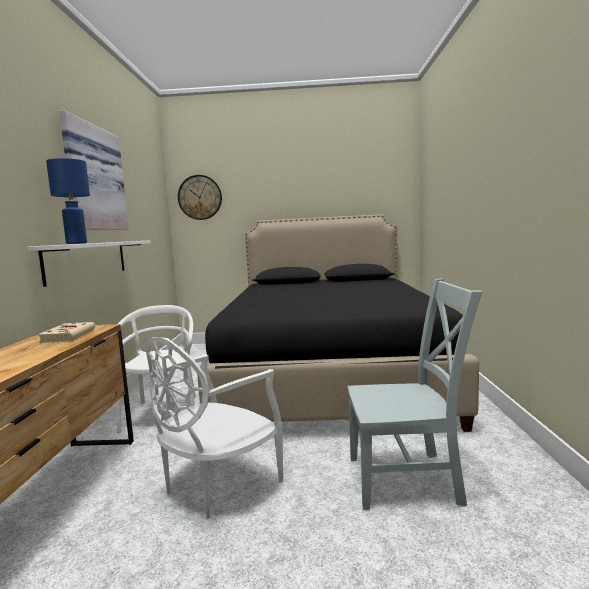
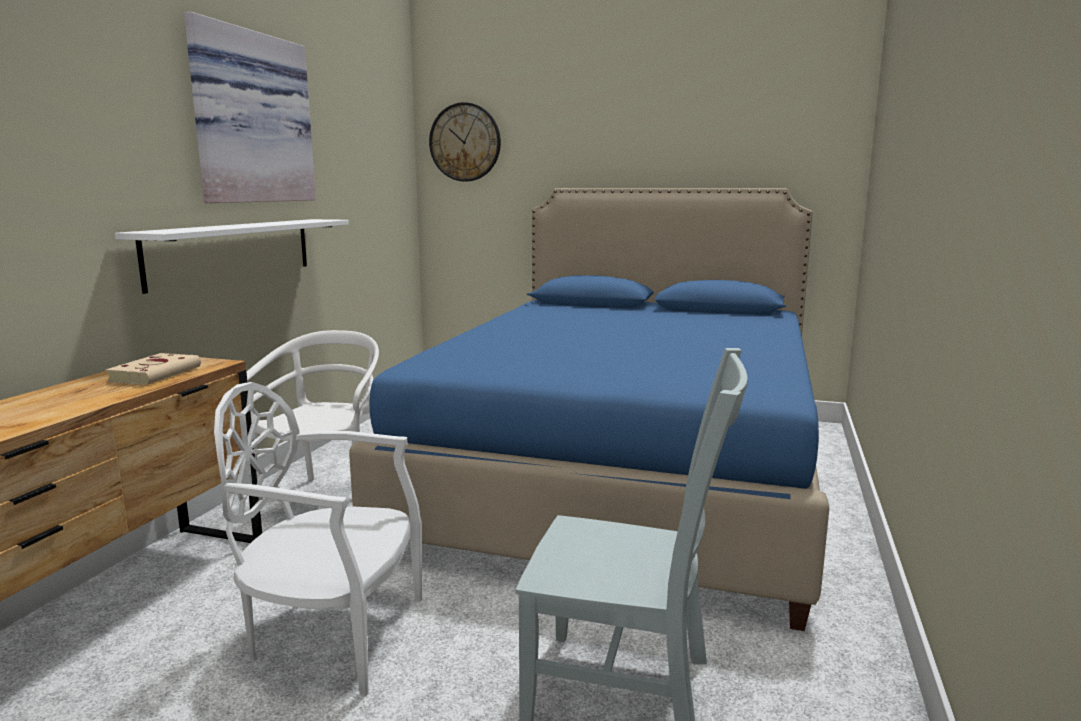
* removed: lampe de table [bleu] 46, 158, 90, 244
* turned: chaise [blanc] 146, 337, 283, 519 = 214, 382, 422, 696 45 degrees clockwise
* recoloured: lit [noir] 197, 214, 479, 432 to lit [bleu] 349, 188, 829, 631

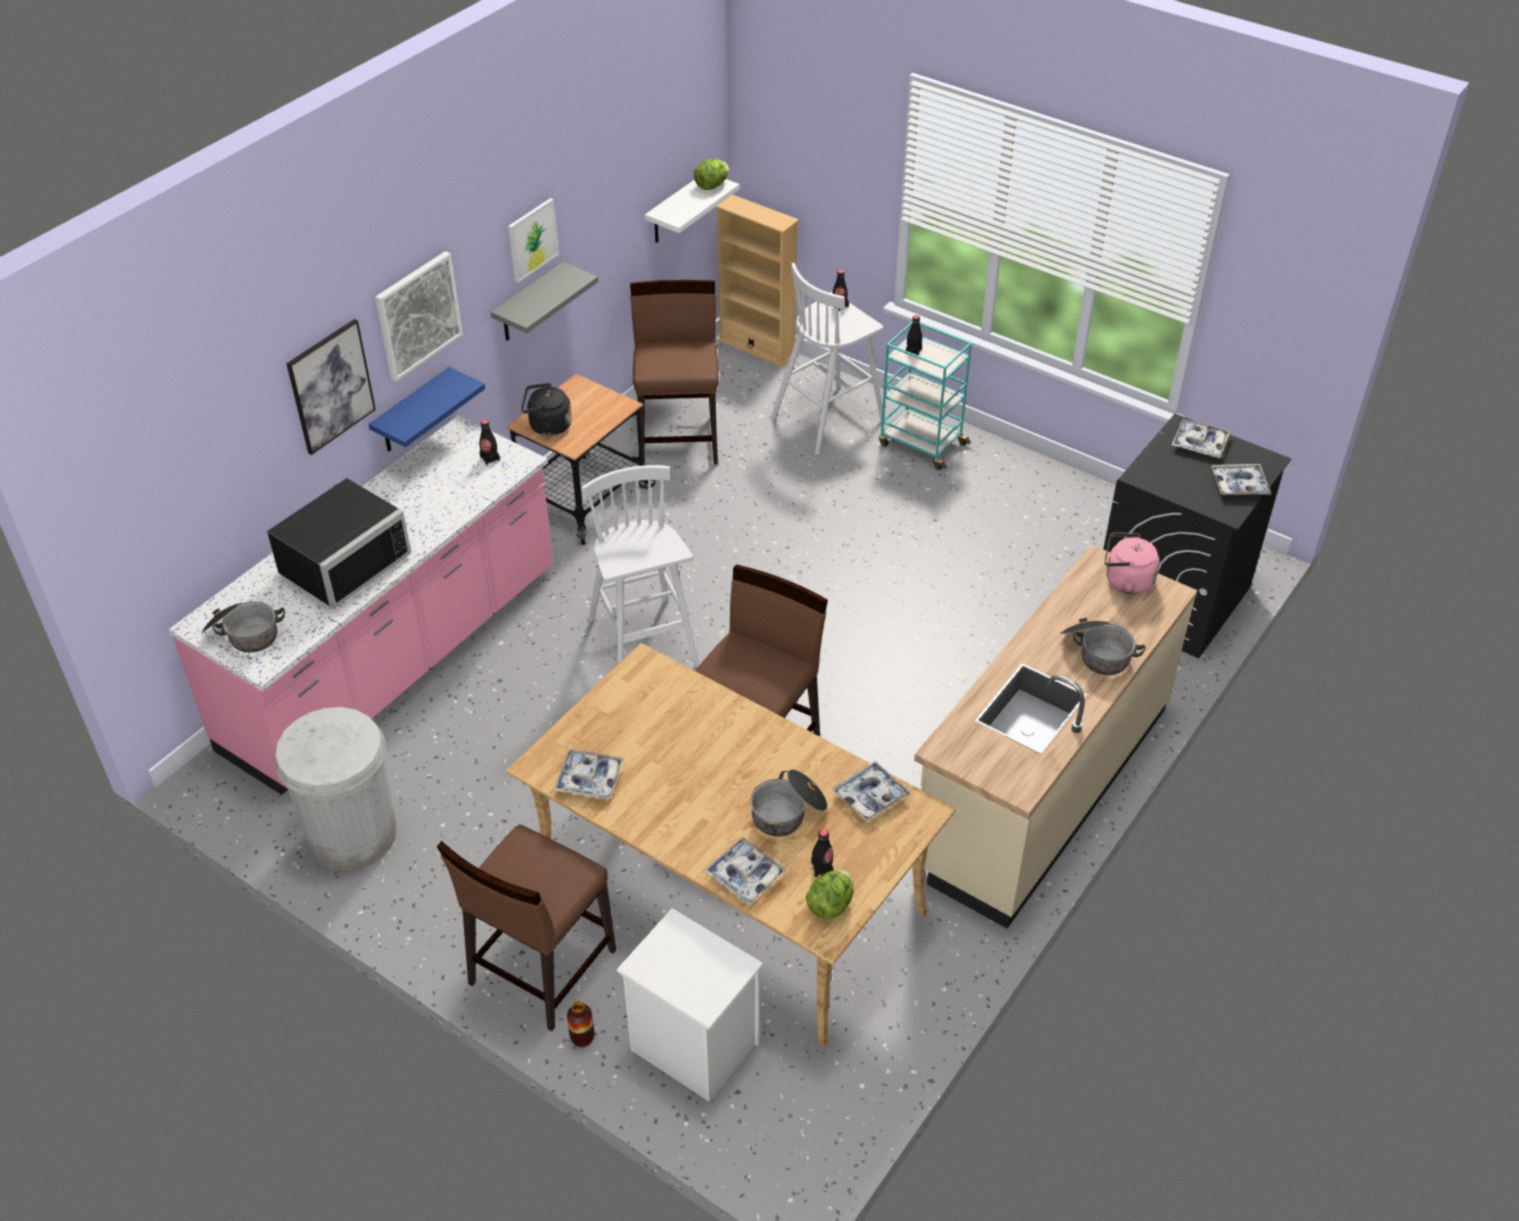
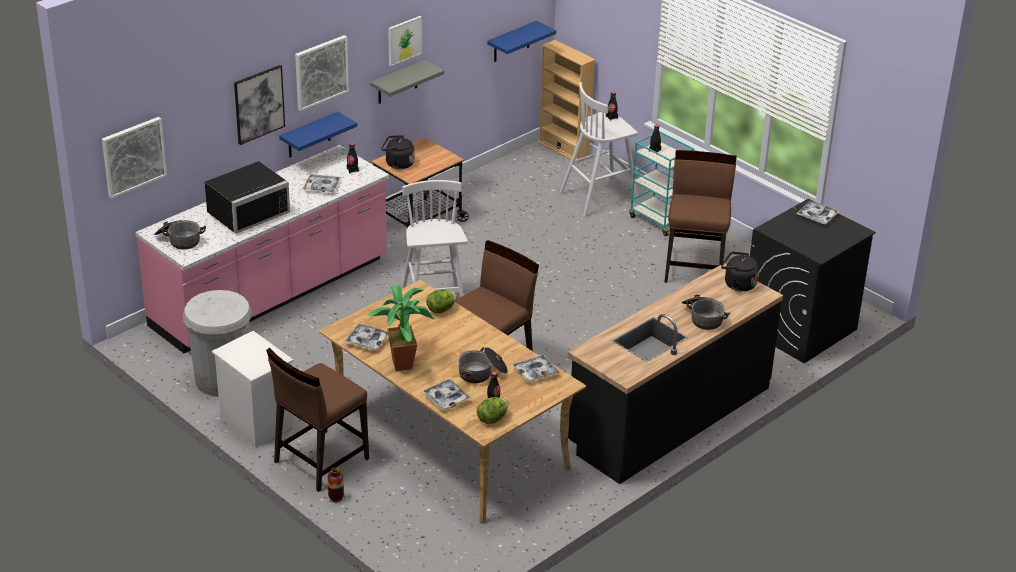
* moved: table de chevet [blanc] 617, 908, 763, 1102 to 212, 331, 295, 447
* moved: chaise [marron] 630, 280, 719, 465 to 664, 150, 737, 283
* recoloured: étagère [blanc] 645, 179, 740, 243 to étagère [bleu] 487, 21, 556, 62
* moved: laitue 694, 159, 729, 190 to 426, 289, 457, 313
* recoloured: comptoir de cuisine [beige] 914, 545, 1197, 928 to comptoir de cuisine [noir] 568, 264, 783, 484
* recoloured: bouilloire [rose] 1105, 532, 1160, 594 to bouilloire [noir] 721, 252, 759, 292
* moved: plateau 1211, 464, 1271, 495 to 302, 174, 341, 193
* added: tableau 102, 117, 167, 199
* added: plante en pot 367, 285, 435, 371

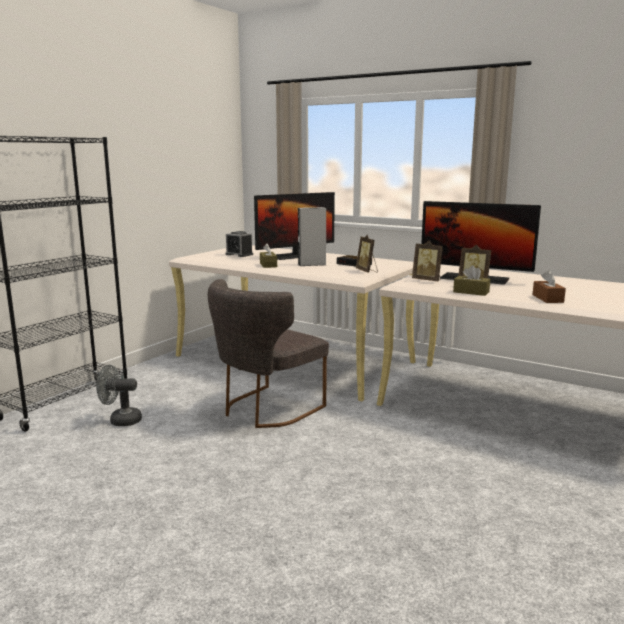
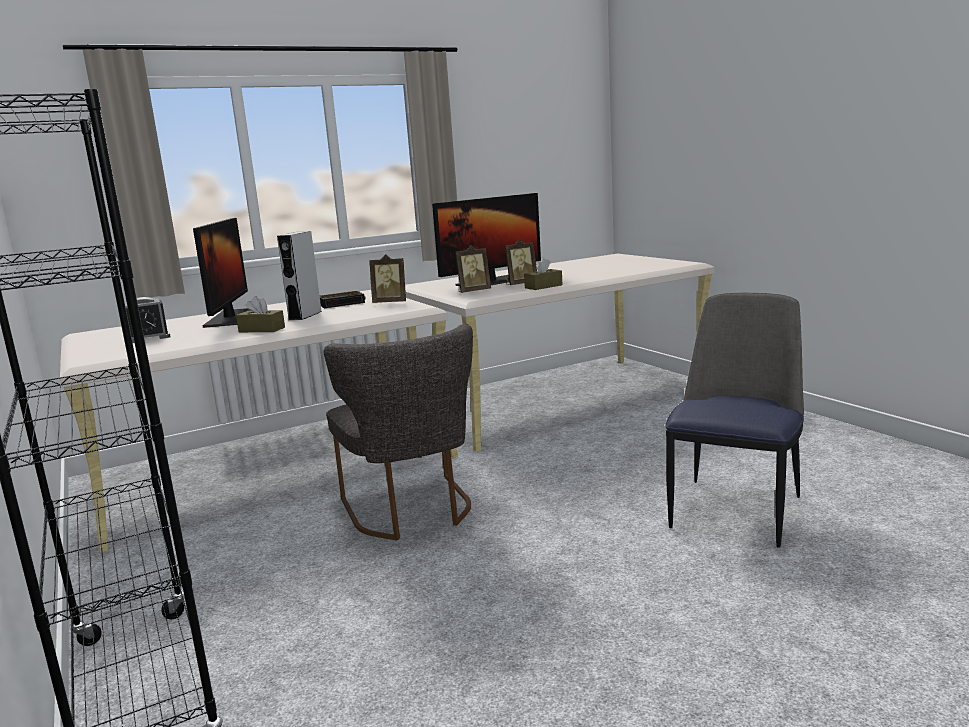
* removed: ventilateur [gris] 96, 365, 142, 426
* removed: boîte à mouchoirs [marron] 533, 270, 566, 303
* added: chaise 665, 293, 804, 548

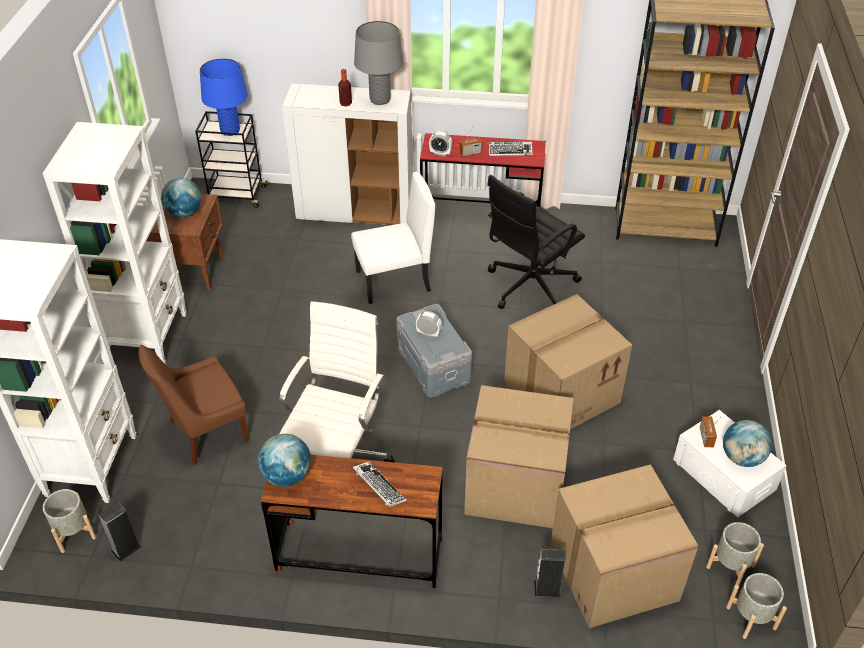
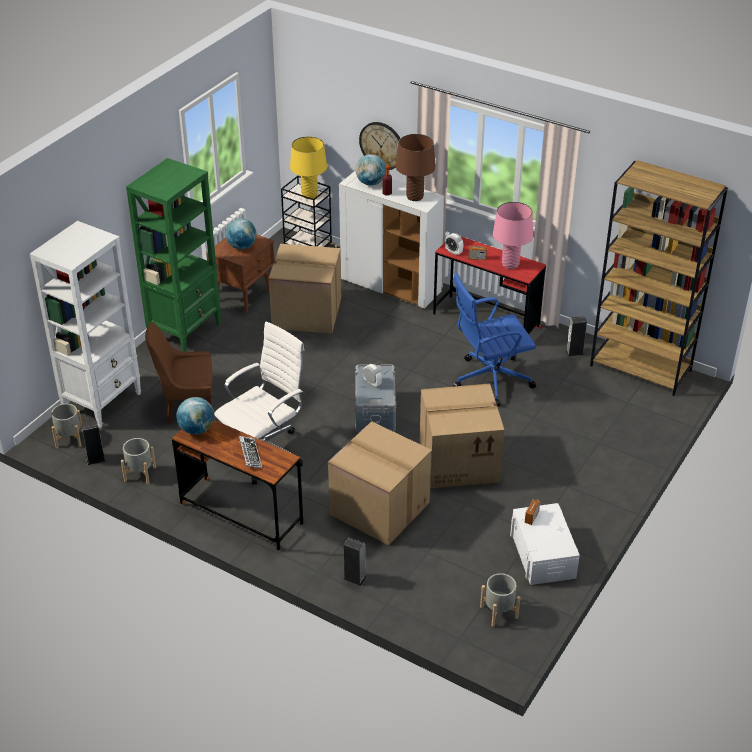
* recoloured: bibliothèque [blanc] 42, 122, 187, 365 to bibliothèque [vert] 126, 158, 221, 352
* recoloured: lampe de table [bleu] 200, 58, 248, 136 to lampe de table [jaune] 290, 137, 327, 199
* removed: chaise [blanc] 351, 172, 435, 304
* recoloured: lampe de table [gris] 354, 21, 403, 105 to lampe de table [marron] 396, 134, 436, 201
* recoloured: chaise de bureau [noir] 487, 175, 585, 309 to chaise de bureau [bleu] 453, 273, 536, 407
* replaced: clavier 489, 141, 533, 156 to lampe de table [rose] 493, 202, 533, 269
* moved: carton 550, 464, 698, 628 to 268, 244, 341, 334
* moved: globe 723, 420, 772, 467 to 355, 154, 386, 186
* moved: cache-pot [gris] 726, 573, 787, 639 to 121, 438, 156, 484
* added: horloge murale 359, 122, 401, 170
* added: enceinte 565, 316, 587, 357

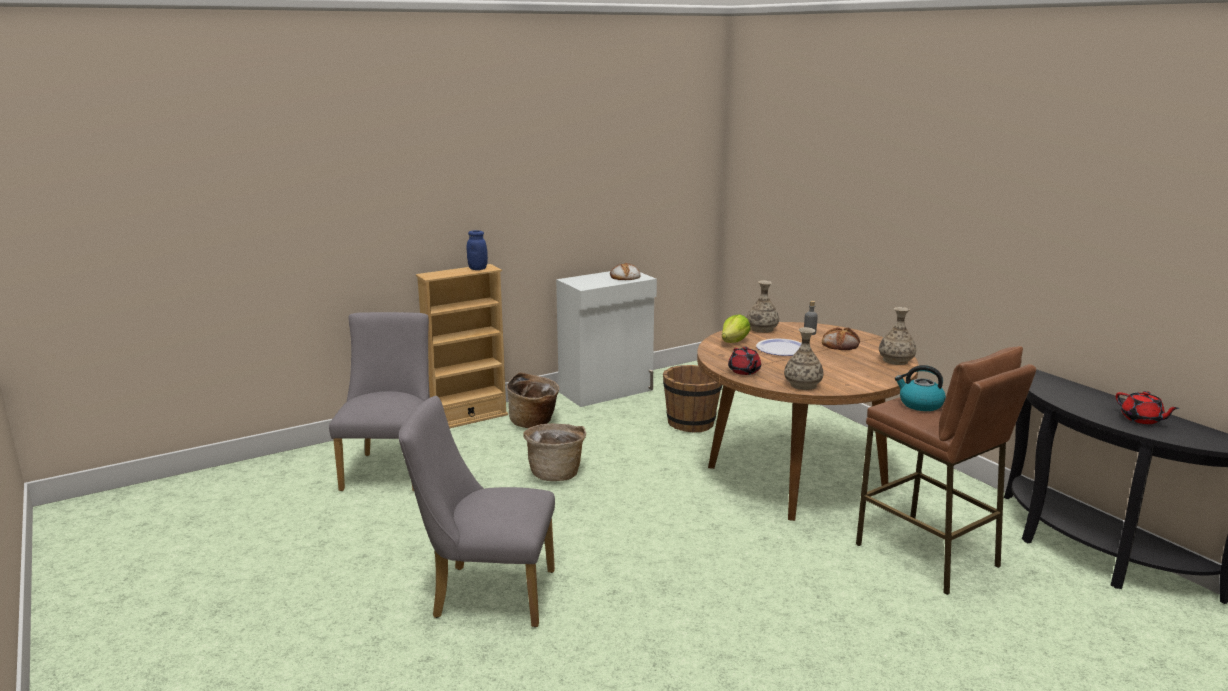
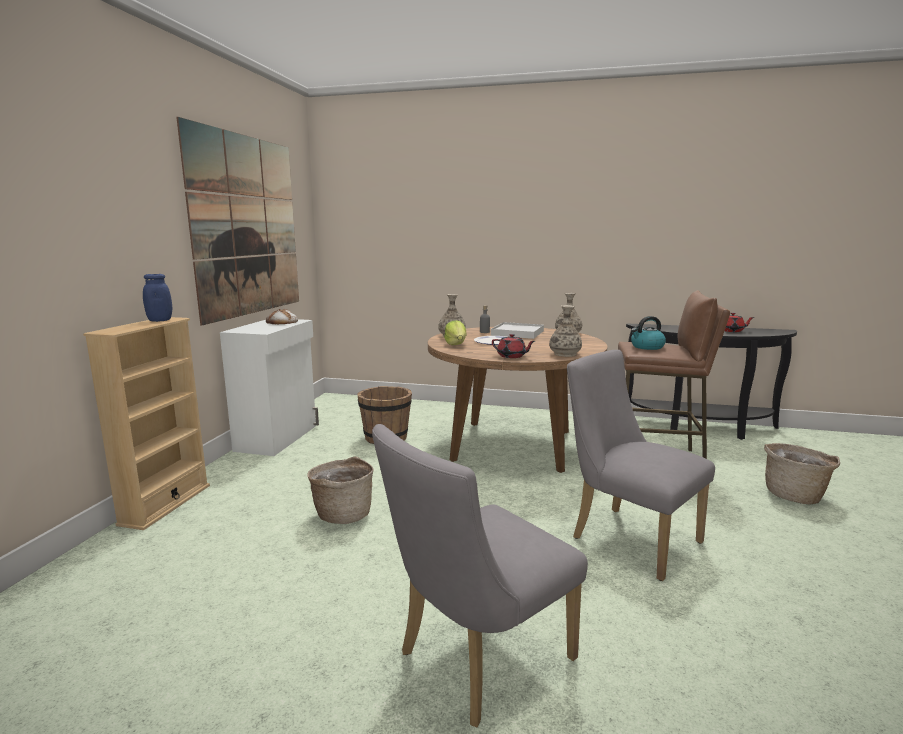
* moved: chaise [gris] 329, 312, 430, 491 to 567, 350, 715, 581
* moved: panier 507, 373, 559, 428 to 764, 443, 840, 505
* replaced: pain 822, 327, 860, 350 to plateau [blanc] 491, 322, 544, 339
* added: tableau 176, 117, 299, 325

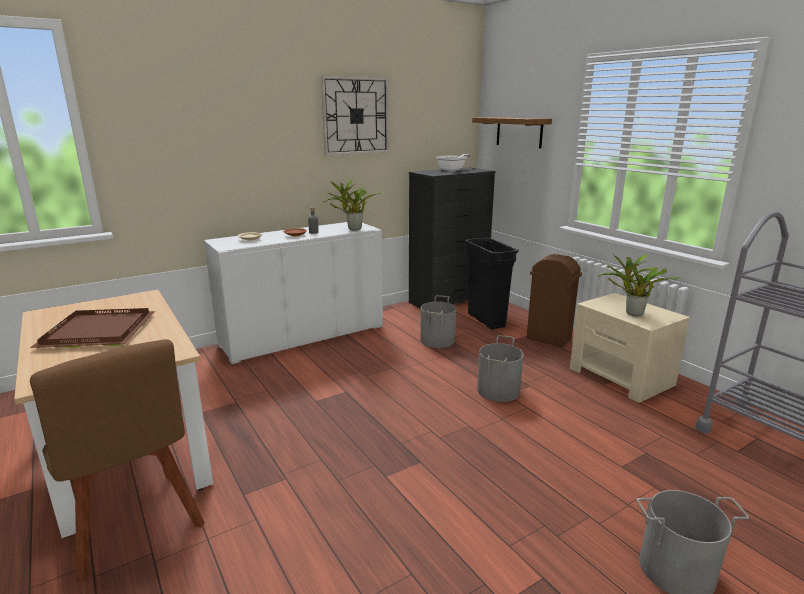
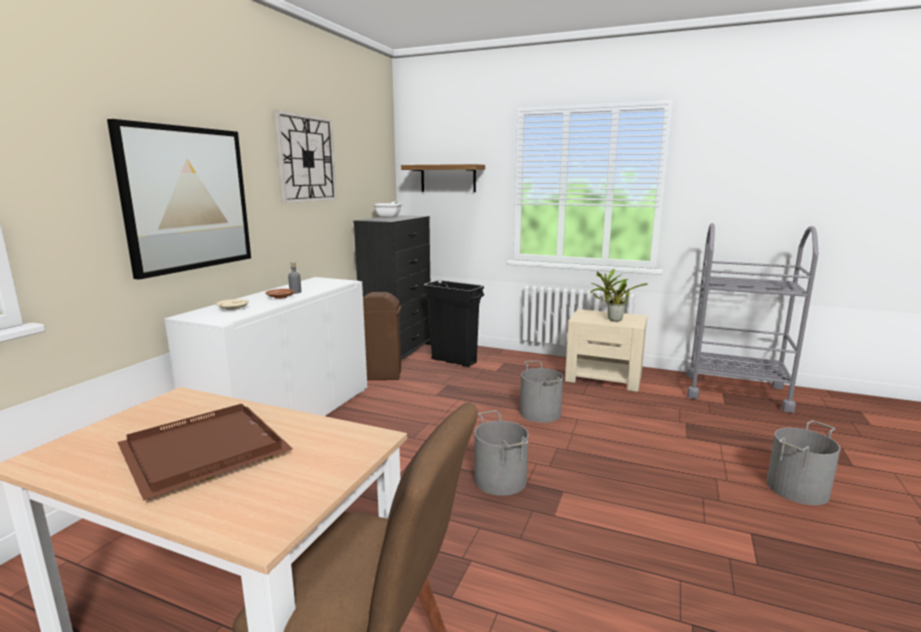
* removed: plante en pot 324, 179, 383, 230
* moved: seau [gris] 420, 295, 456, 348 to 474, 411, 528, 496
* moved: poubelle [marron] 527, 254, 582, 347 to 363, 292, 401, 380
* added: tableau 107, 119, 251, 280

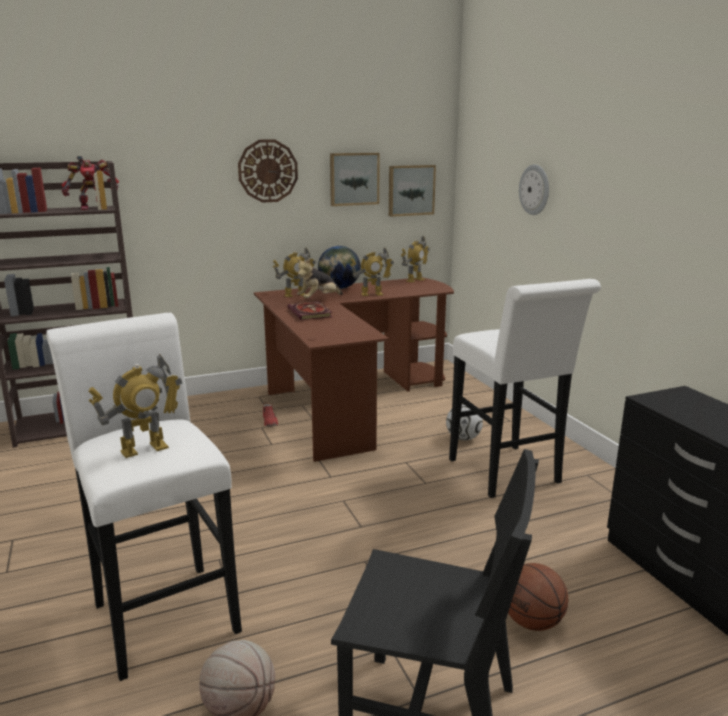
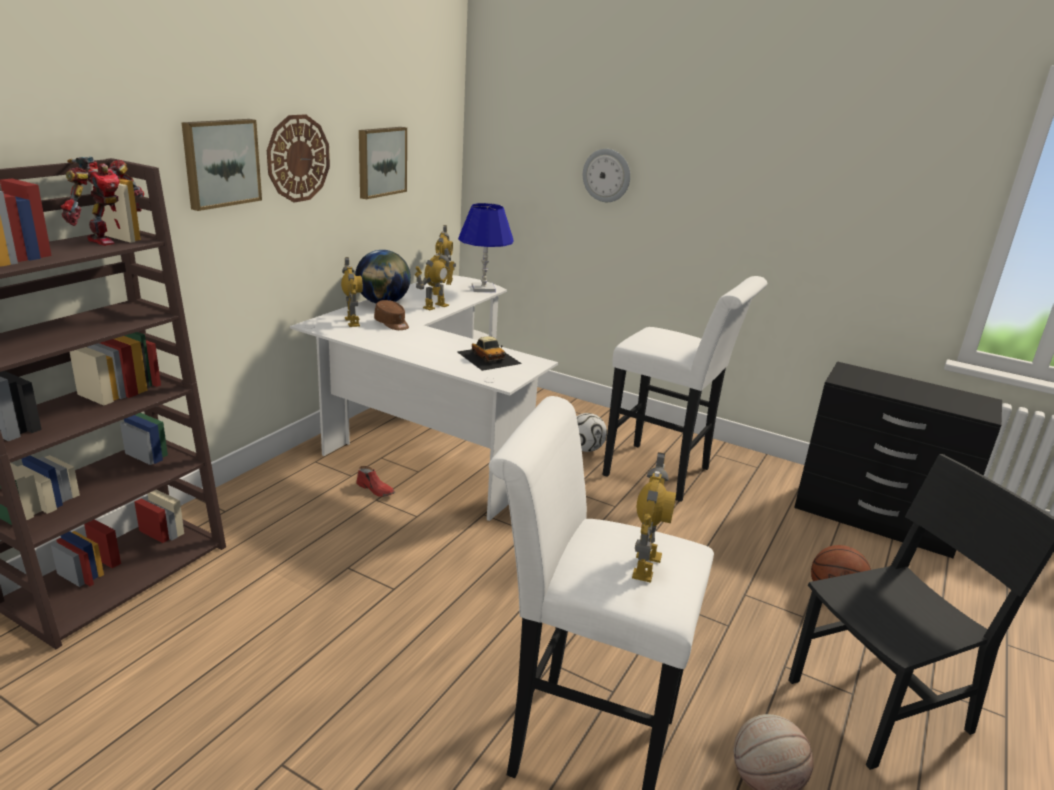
* recoloured: bureau [marron] 254, 277, 454, 462 to bureau [blanc] 290, 275, 558, 521
* turned: robot jouet 273, 247, 316, 297 = 341, 257, 363, 327 45 degrees counterclockwise
* removed: livre 287, 301, 332, 320
* replaced: peluche 296, 258, 343, 298 to casquette [marron] 374, 300, 409, 330
* moved: tableau 389, 165, 436, 217 to 181, 119, 262, 211
* added: petite voiture 457, 336, 522, 371
* added: lampe de table [bleu] 458, 203, 514, 292

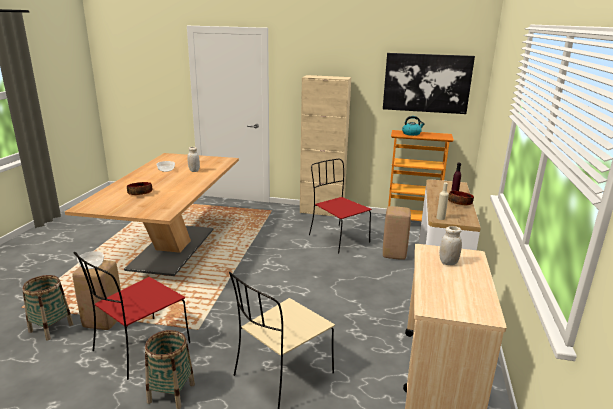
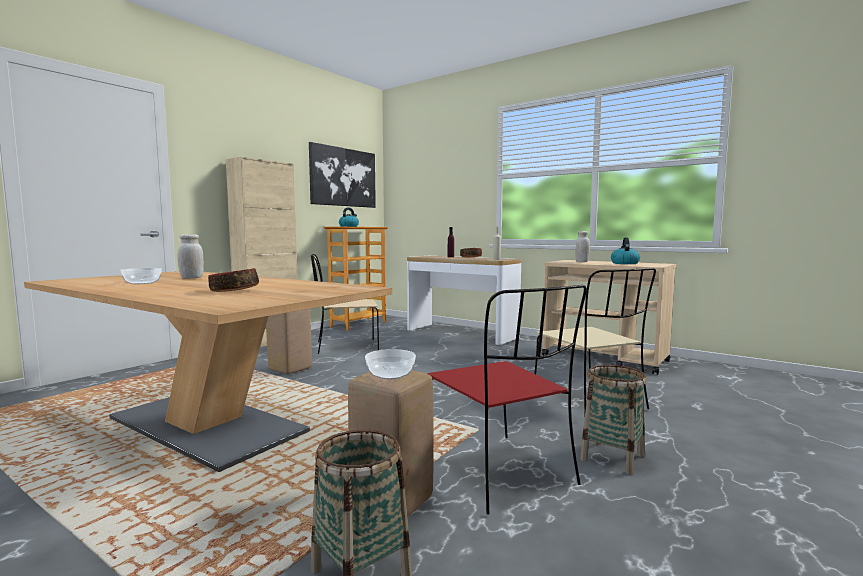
* recoloured: chaise [rouge] 309, 159, 372, 254 to chaise [beige] 311, 254, 379, 354
* moved: tabouret [beige] 383, 206, 411, 260 to 266, 309, 312, 374
* added: bouilloire 611, 238, 640, 264

